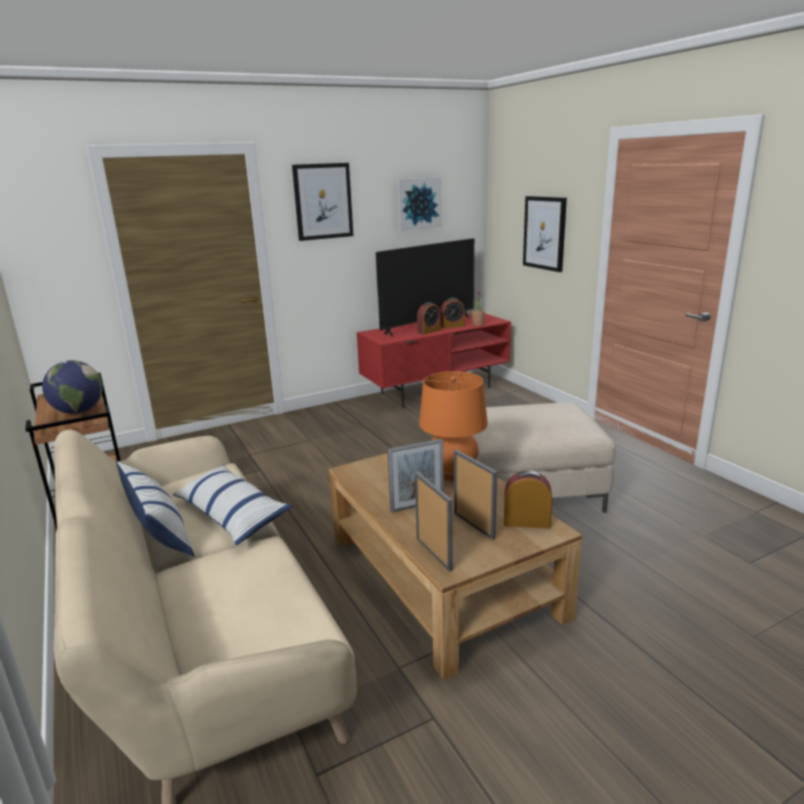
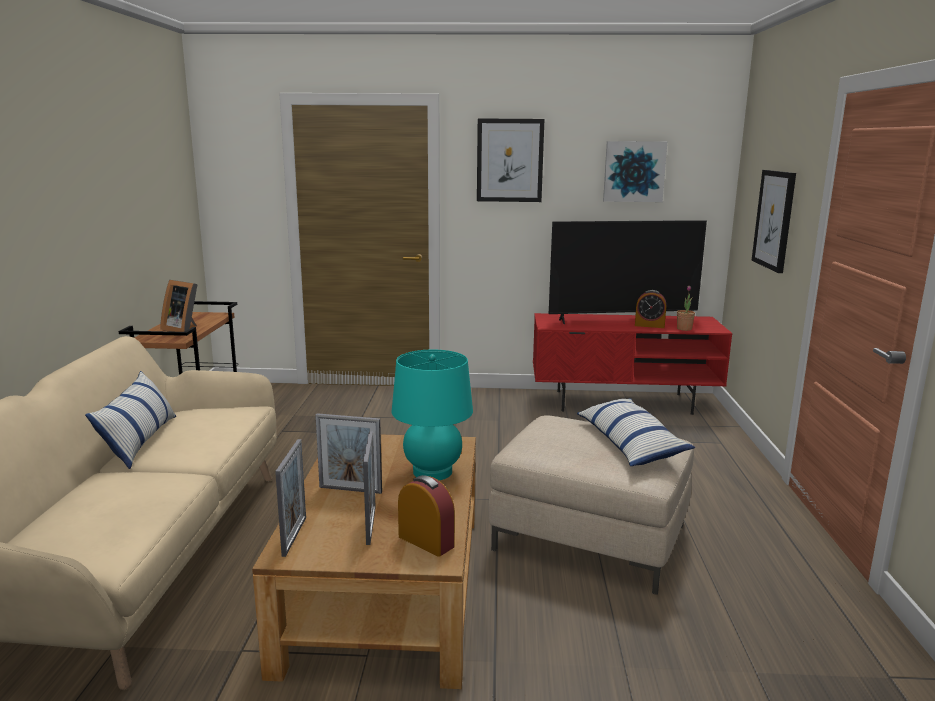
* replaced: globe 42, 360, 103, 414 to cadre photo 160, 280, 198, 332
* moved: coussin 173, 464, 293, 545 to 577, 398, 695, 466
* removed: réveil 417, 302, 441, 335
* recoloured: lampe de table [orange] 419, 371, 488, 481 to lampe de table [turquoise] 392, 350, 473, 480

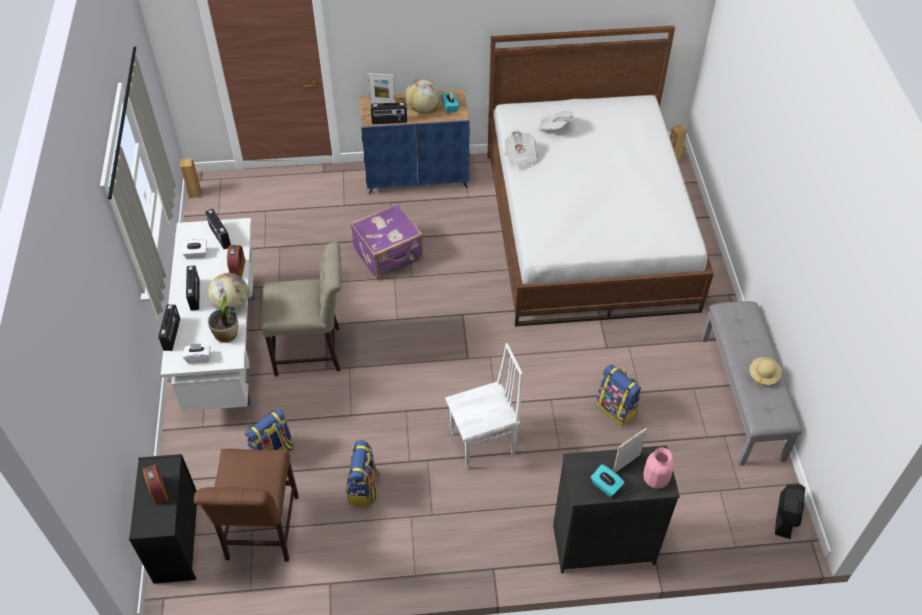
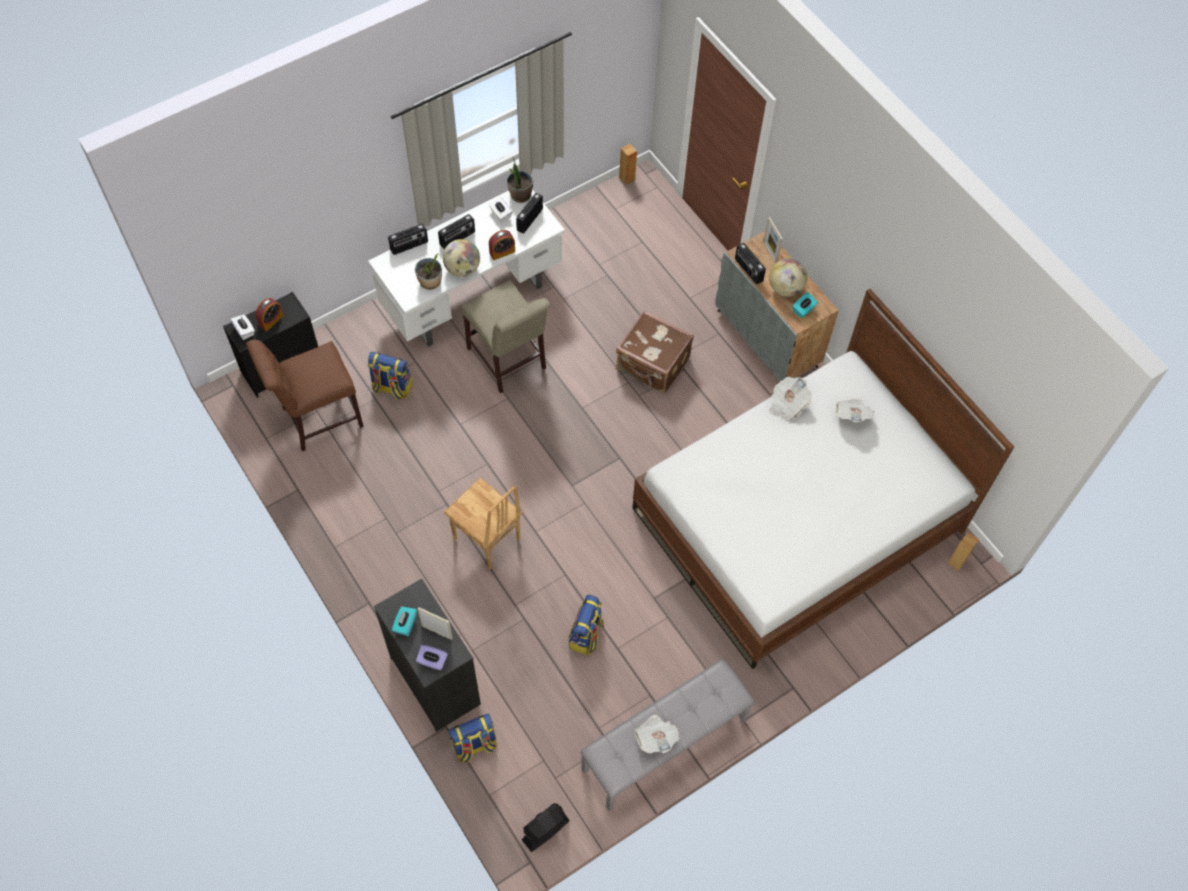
* moved: boîte à mouchoirs [blanc] 183, 344, 210, 364 to 231, 314, 255, 340
* moved: sac à dos 346, 440, 380, 507 to 448, 713, 497, 763
* recoloured: valise [violet] 350, 203, 423, 279 to valise [marron] 616, 310, 694, 394
* recoloured: meuble de rangement [bleu] 360, 90, 470, 194 to meuble de rangement [gris] 715, 231, 839, 381
* recoloured: chaise [blanc] 445, 343, 523, 469 to chaise [marron] 444, 478, 522, 570
* replaced: vase [rose] 643, 448, 674, 488 to boîte à mouchoirs [violet] 416, 645, 448, 671
* replaced: chapeau [beige] 750, 357, 782, 387 to journal 635, 715, 680, 753
* turned: ventilateur [noir] 775, 484, 805, 539 = 522, 803, 570, 852 150 degrees clockwise
* added: plante en pot 507, 158, 533, 203

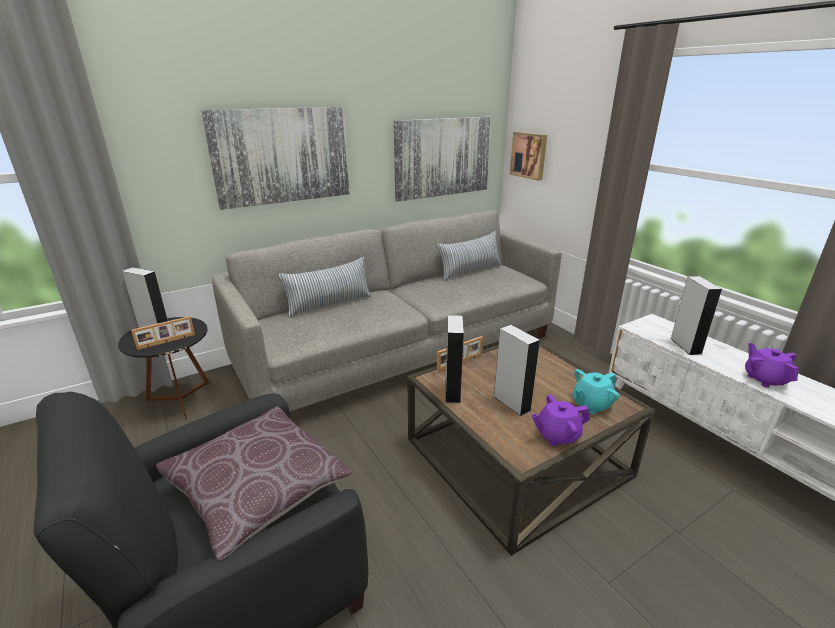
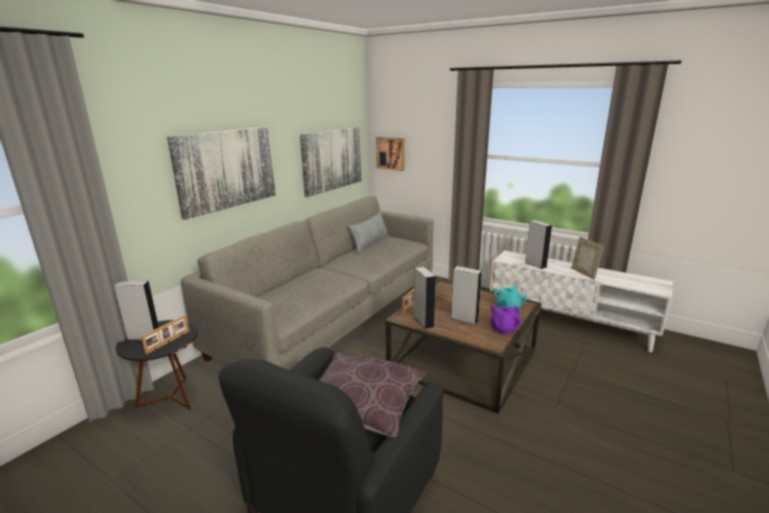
* removed: coussin 278, 257, 372, 318
* replaced: théière [violet] 745, 343, 799, 388 to cadre photo 571, 237, 604, 280

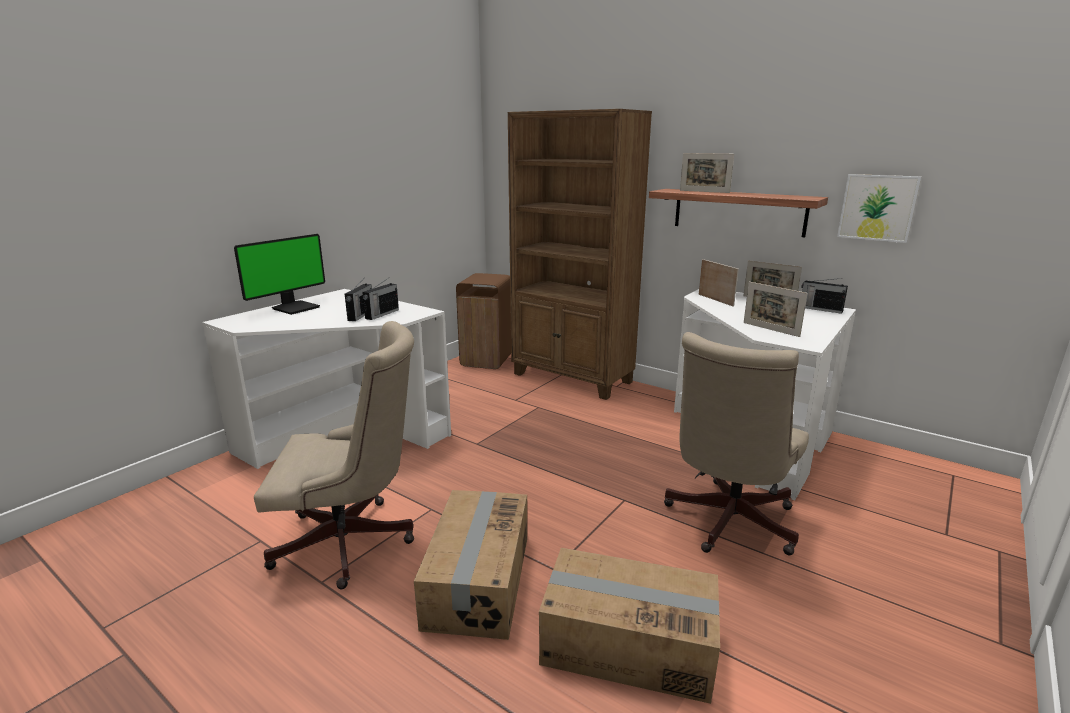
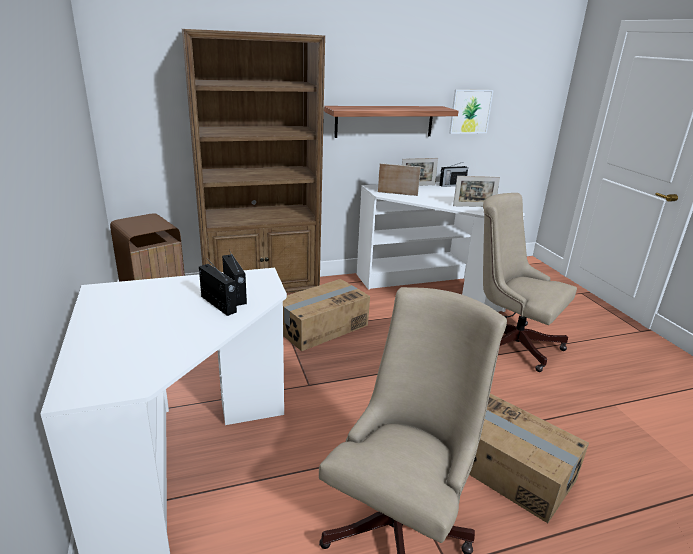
* removed: écran d'ordinateur 234, 234, 325, 315
* moved: carton 539, 548, 720, 704 to 283, 279, 370, 351
* turned: chaise de bureau [beige] 664, 332, 809, 555 = 483, 193, 577, 372 150 degrees clockwise
* removed: cadre photo 680, 153, 734, 193

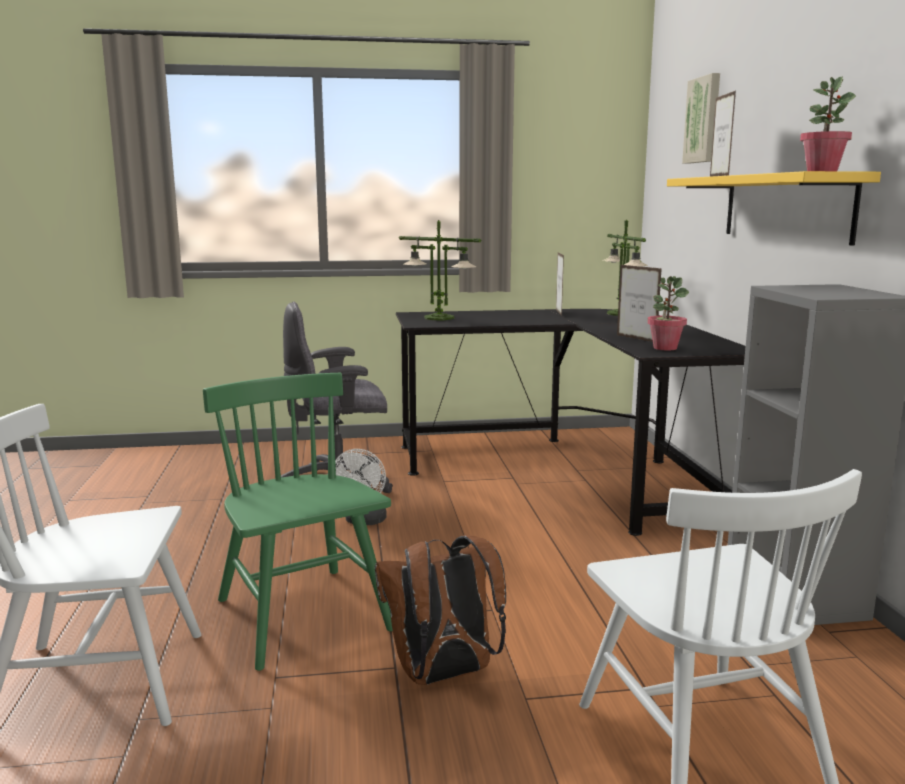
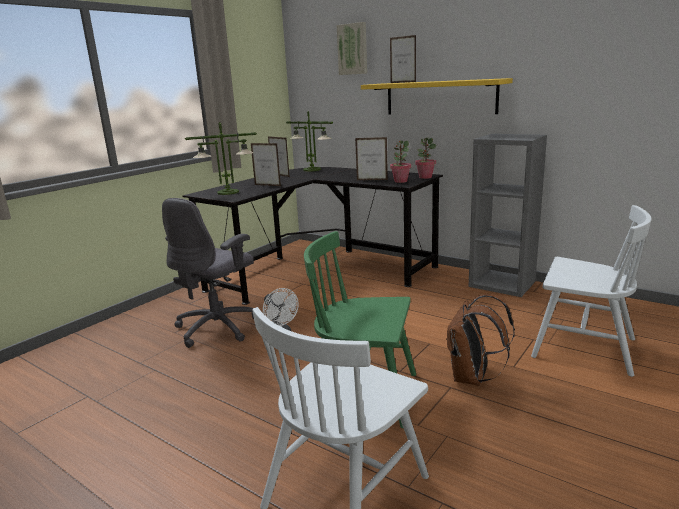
* moved: plante en pot 800, 76, 856, 171 to 415, 137, 436, 179
* added: cadre photo 251, 143, 281, 186

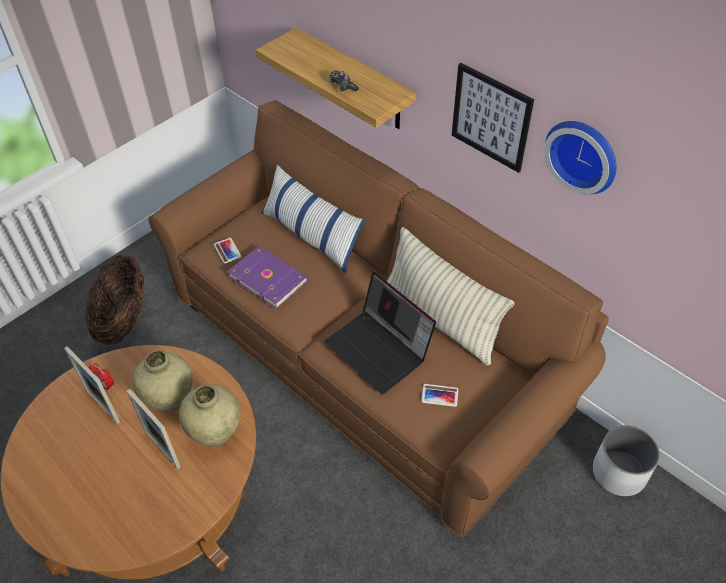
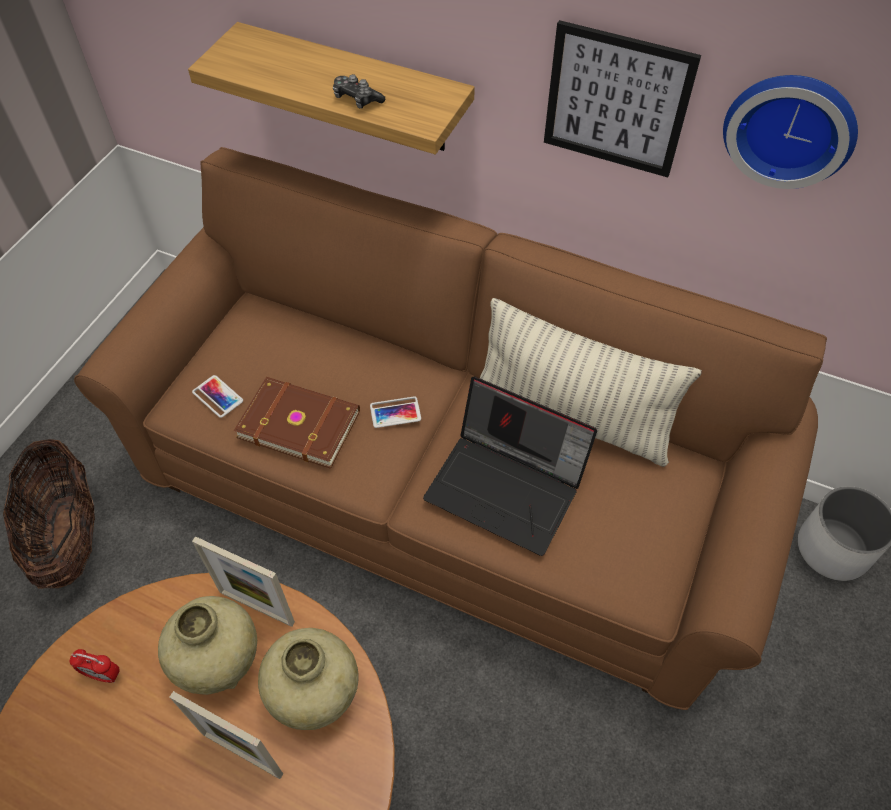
* moved: cadre photo 64, 346, 120, 424 to 192, 536, 295, 627
* recoloured: livre [violet] 227, 246, 308, 309 to livre [marron] 234, 377, 360, 469
* removed: coussin 261, 165, 365, 273
* moved: téléphone 421, 384, 458, 407 to 370, 396, 421, 428

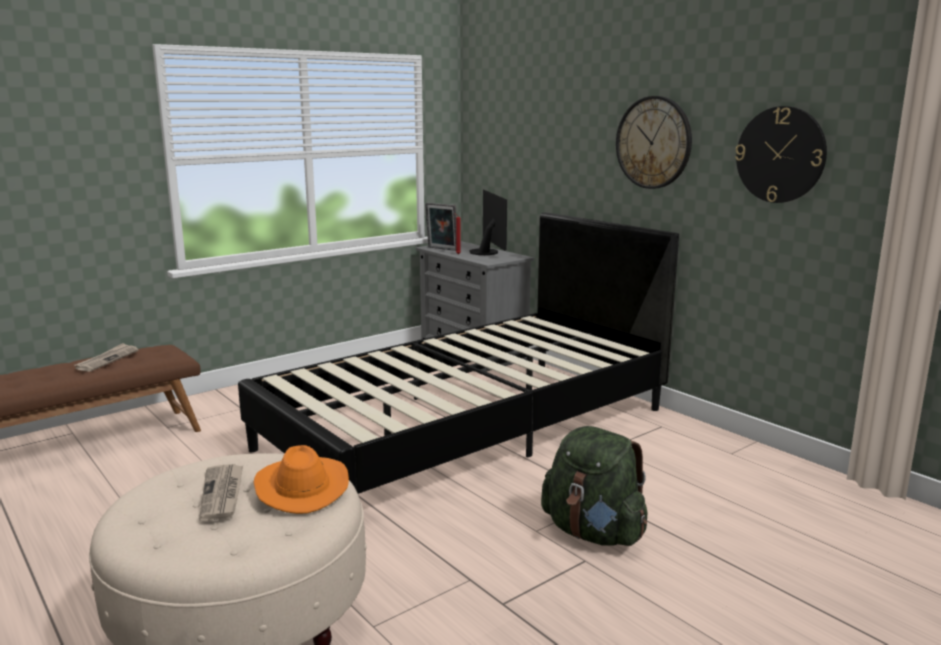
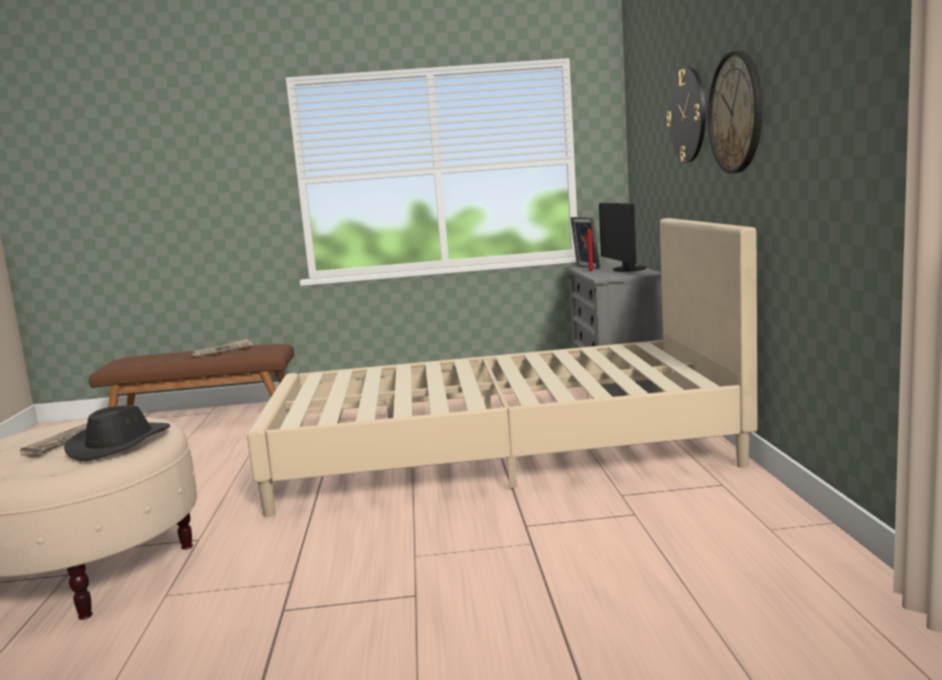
* recoloured: lit [noir] 238, 212, 679, 494 to lit [beige] 247, 218, 758, 517
* recoloured: chapeau [orange] 254, 445, 349, 514 to chapeau [noir] 64, 406, 170, 461
* turned: écran d'ordinateur 469, 190, 507, 255 = 599, 203, 647, 272 150 degrees clockwise
* removed: sac à dos [vert] 541, 426, 647, 546
* moved: horloge murale 735, 106, 827, 203 to 667, 67, 706, 163

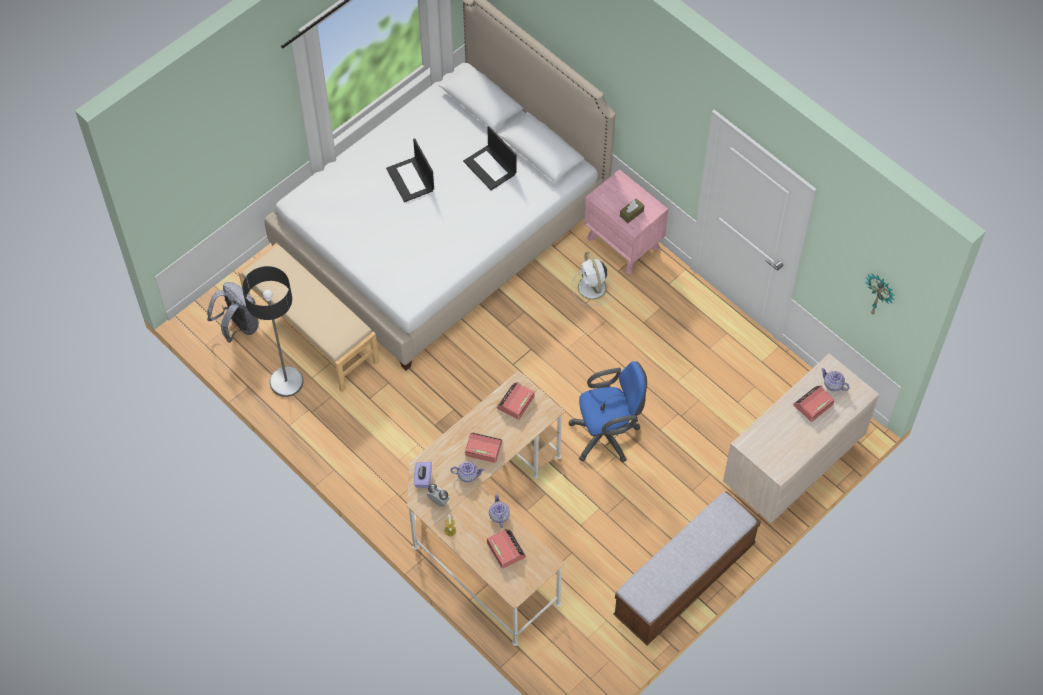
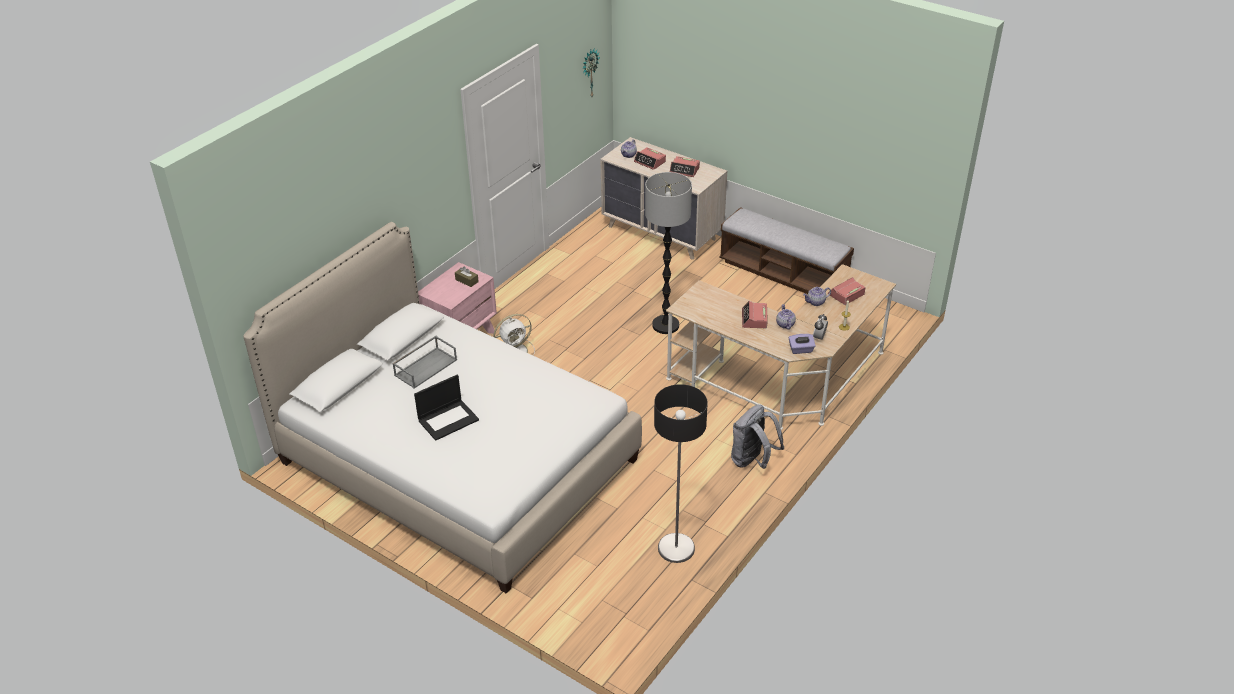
* moved: sac à dos [gris] 207, 282, 259, 343 to 731, 405, 784, 469
* removed: banc [beige] 238, 243, 379, 392
* replaced: ordinateur portable 463, 126, 517, 190 to plateau [gris] 392, 336, 457, 388
* moved: réveil 497, 382, 535, 420 to 670, 156, 700, 177
* replaced: chaise de bureau [bleu] 568, 361, 647, 463 to lampadaire 645, 172, 692, 334

